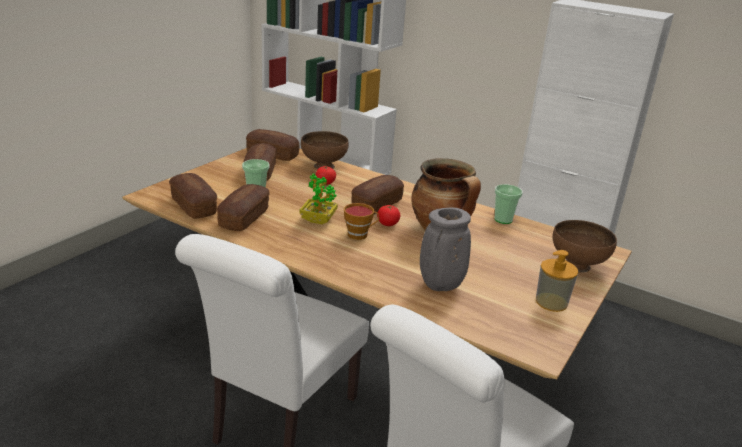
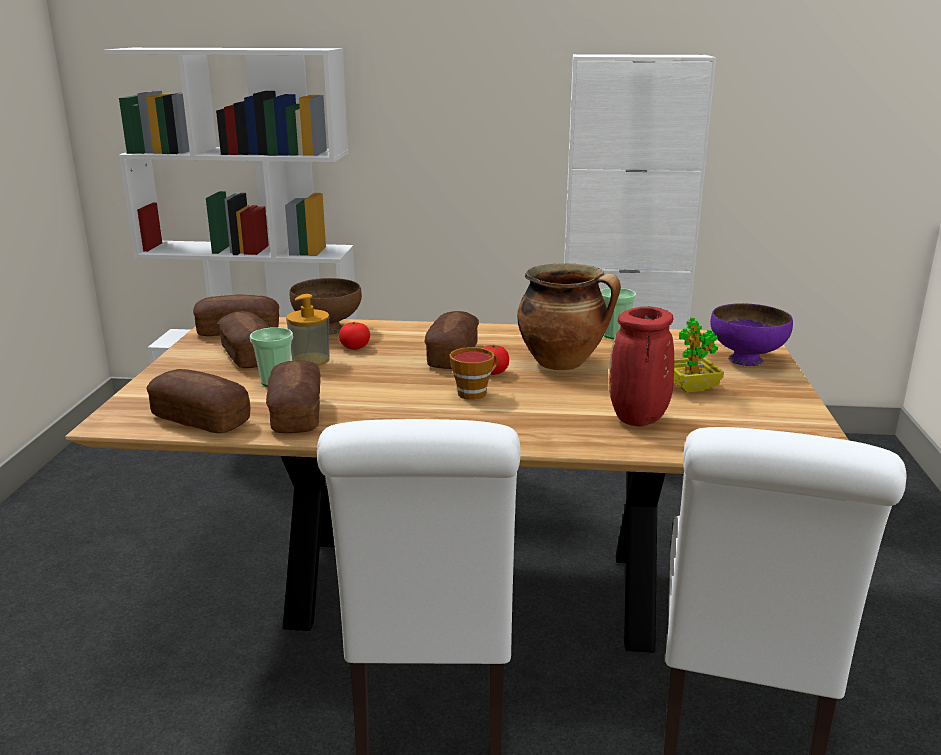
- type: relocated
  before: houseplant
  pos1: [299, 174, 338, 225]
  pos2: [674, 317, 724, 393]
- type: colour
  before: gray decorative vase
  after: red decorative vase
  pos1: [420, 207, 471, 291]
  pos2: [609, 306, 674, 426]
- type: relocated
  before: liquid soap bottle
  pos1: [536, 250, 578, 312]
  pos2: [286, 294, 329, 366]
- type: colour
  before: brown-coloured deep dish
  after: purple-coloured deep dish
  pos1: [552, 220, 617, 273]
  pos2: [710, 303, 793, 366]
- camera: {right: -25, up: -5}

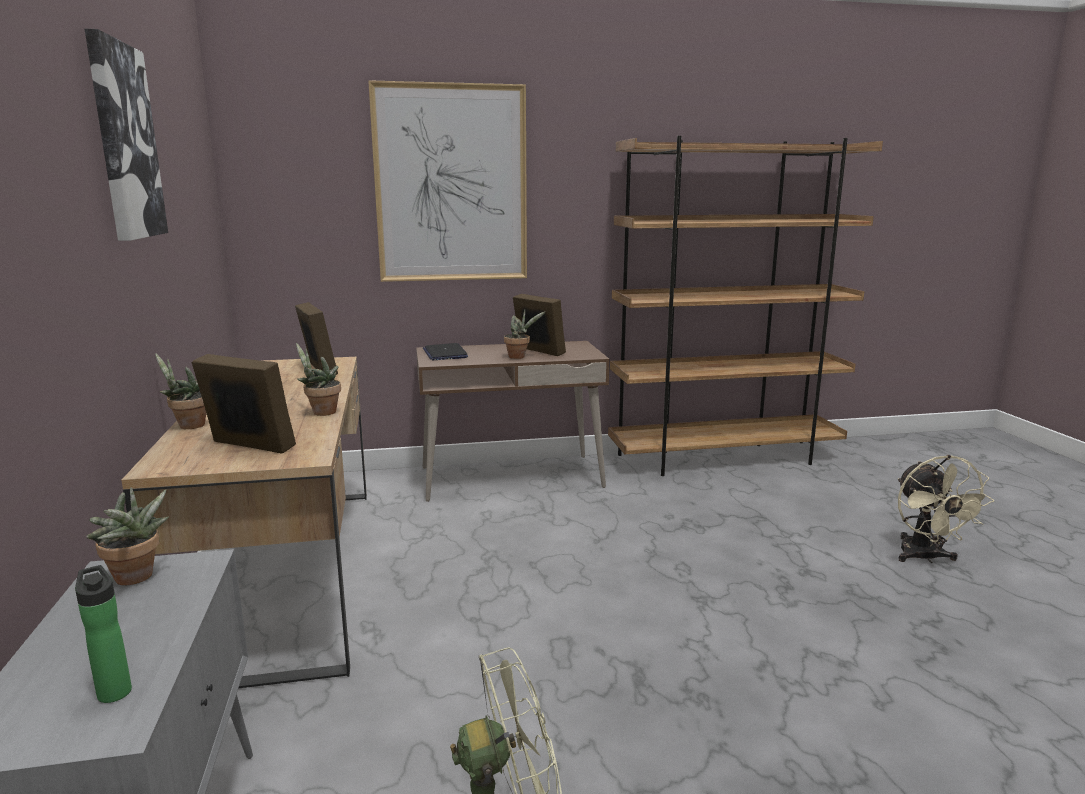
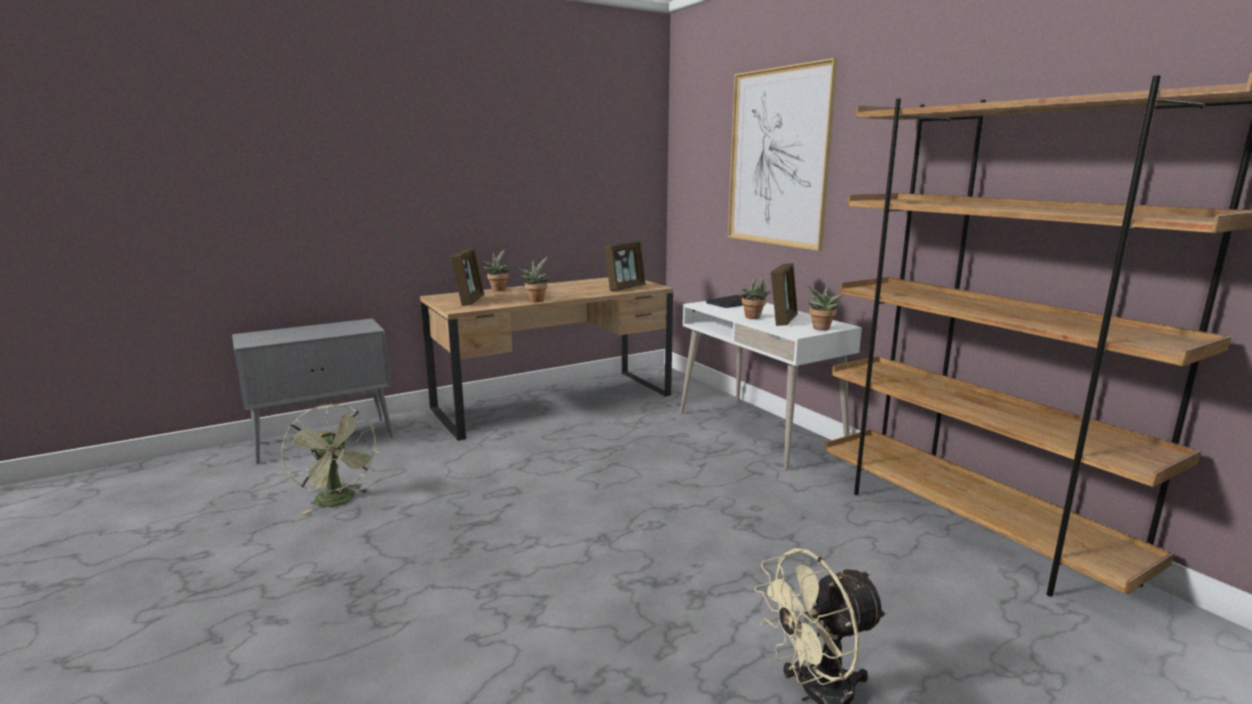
- type: missing
  before: beverage bottle
  pos1: [75, 565, 132, 703]
- type: missing
  before: wall picture
  pos1: [85, 29, 168, 241]
- type: relocated
  before: houseplant
  pos1: [86, 488, 169, 585]
  pos2: [807, 284, 844, 331]
- type: colour
  before: brown-coloured desk table
  after: whitish desk table
  pos1: [416, 341, 610, 502]
  pos2: [680, 301, 862, 470]
- camera: {right: 70, up: 0}

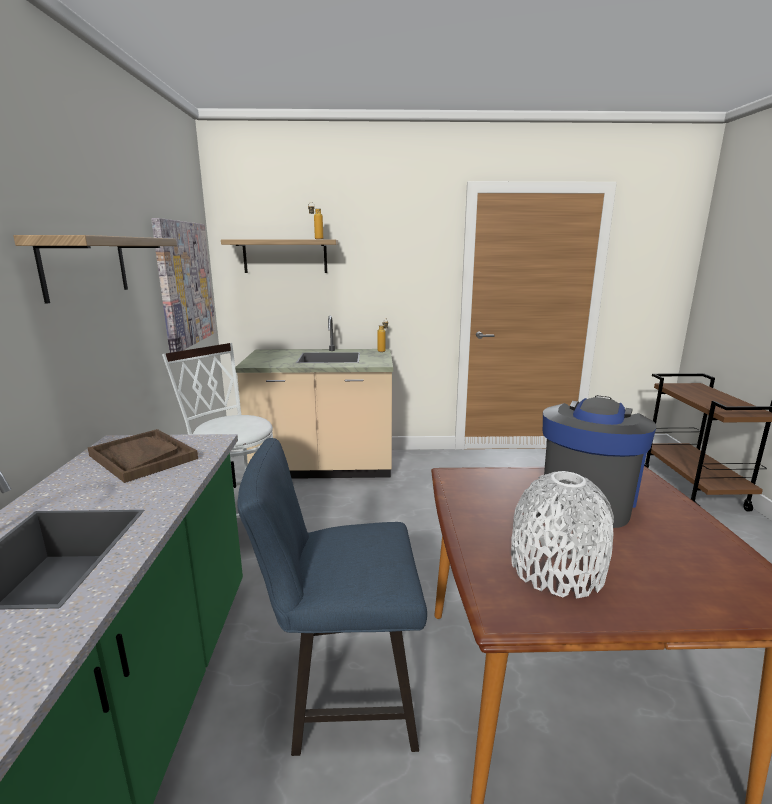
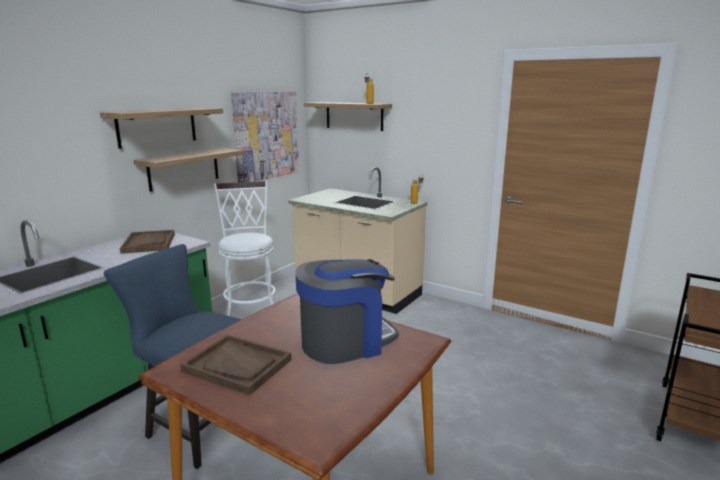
- type: exchanged
  before: whitish decorative vase
  after: brown-coloured serving tray
  pos1: [511, 471, 614, 598]
  pos2: [180, 335, 292, 396]
- type: appeared
  after: wall shelf
  pos2: [134, 148, 245, 192]
- camera: {right: 35, up: 0}

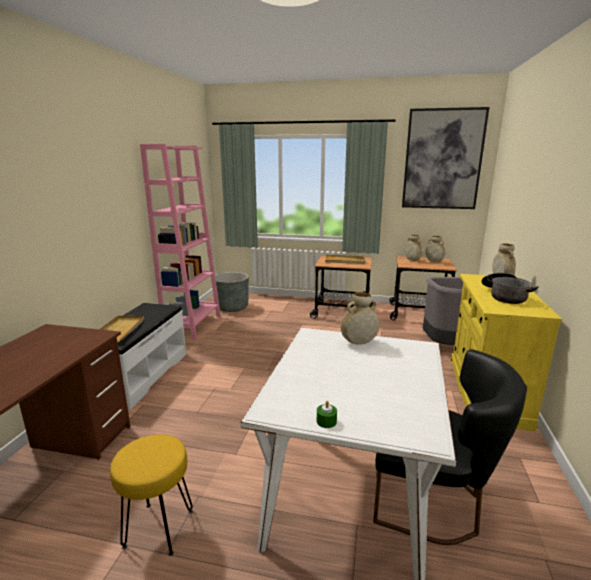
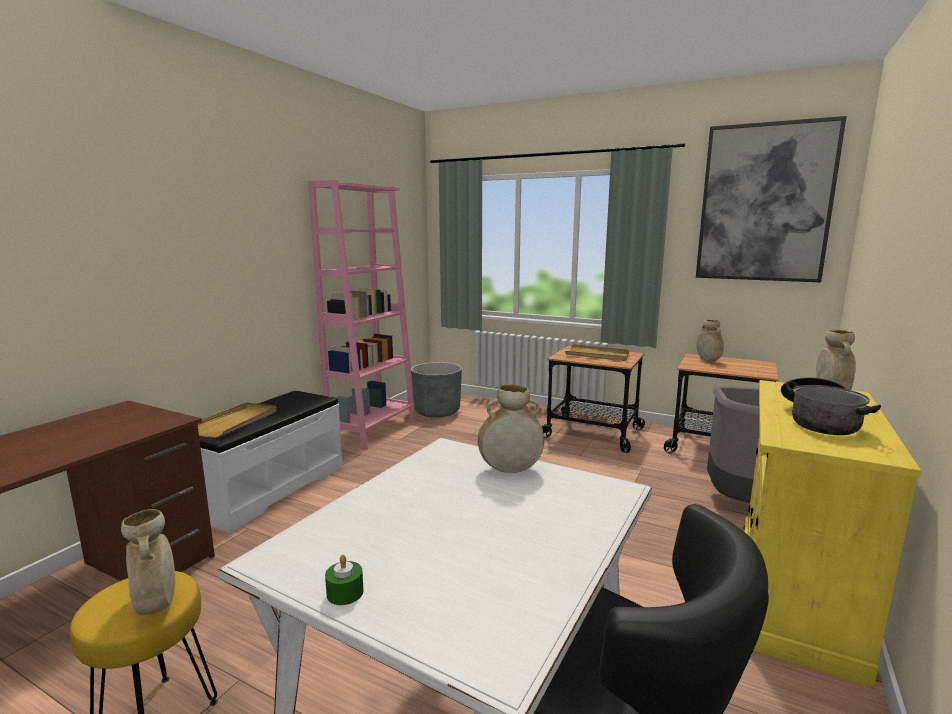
- type: relocated
  before: beige-coloured decorative vase
  pos1: [425, 236, 446, 262]
  pos2: [121, 509, 175, 614]
- camera: {right: 15, up: -5}

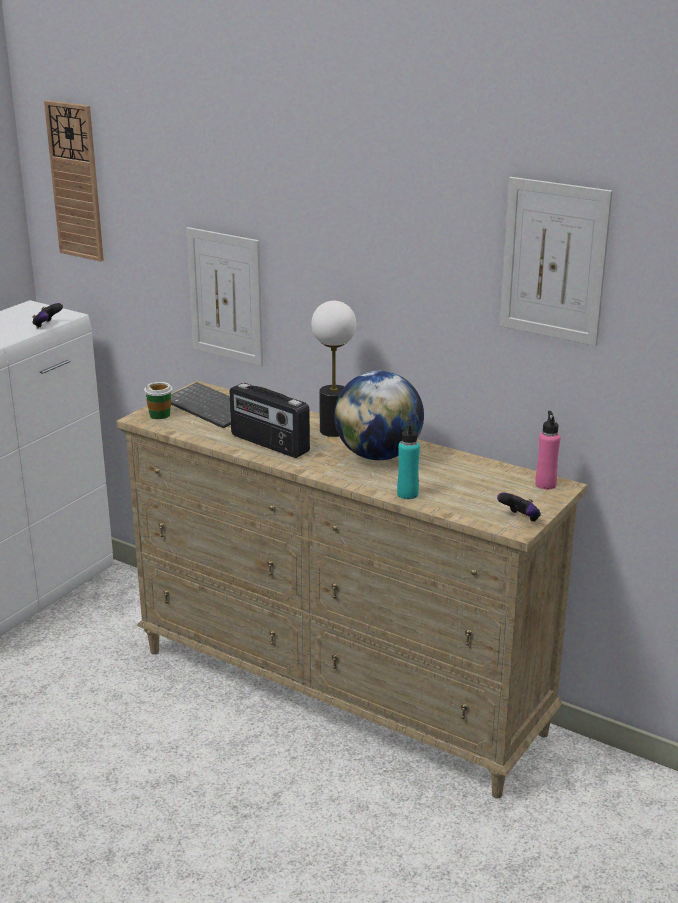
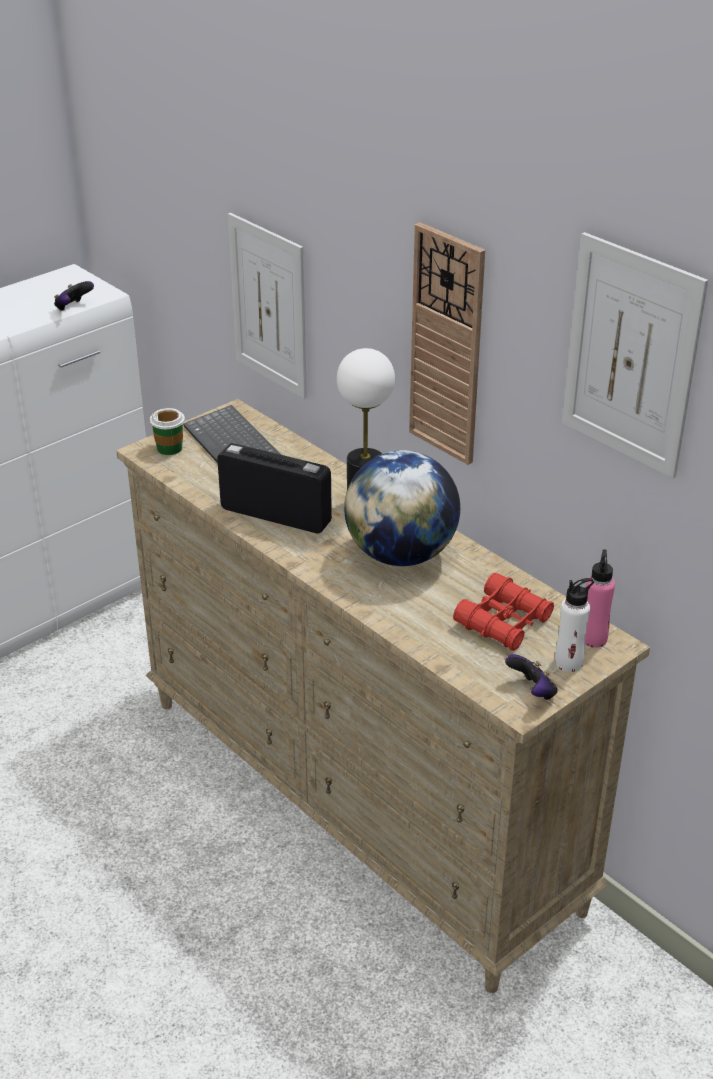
- type: relocated
  before: wall clock
  pos1: [44, 100, 104, 262]
  pos2: [409, 222, 485, 465]
- type: spun
  before: radio set
  pos1: [229, 383, 310, 458]
  pos2: [217, 443, 332, 533]
  turn: 150
- type: missing
  before: turquoise beverage bottle
  pos1: [397, 419, 420, 499]
- type: appeared
  after: red binoculars
  pos2: [453, 573, 554, 651]
- type: appeared
  after: whitish beverage bottle
  pos2: [555, 578, 594, 672]
- camera: {right: 15, up: 10}

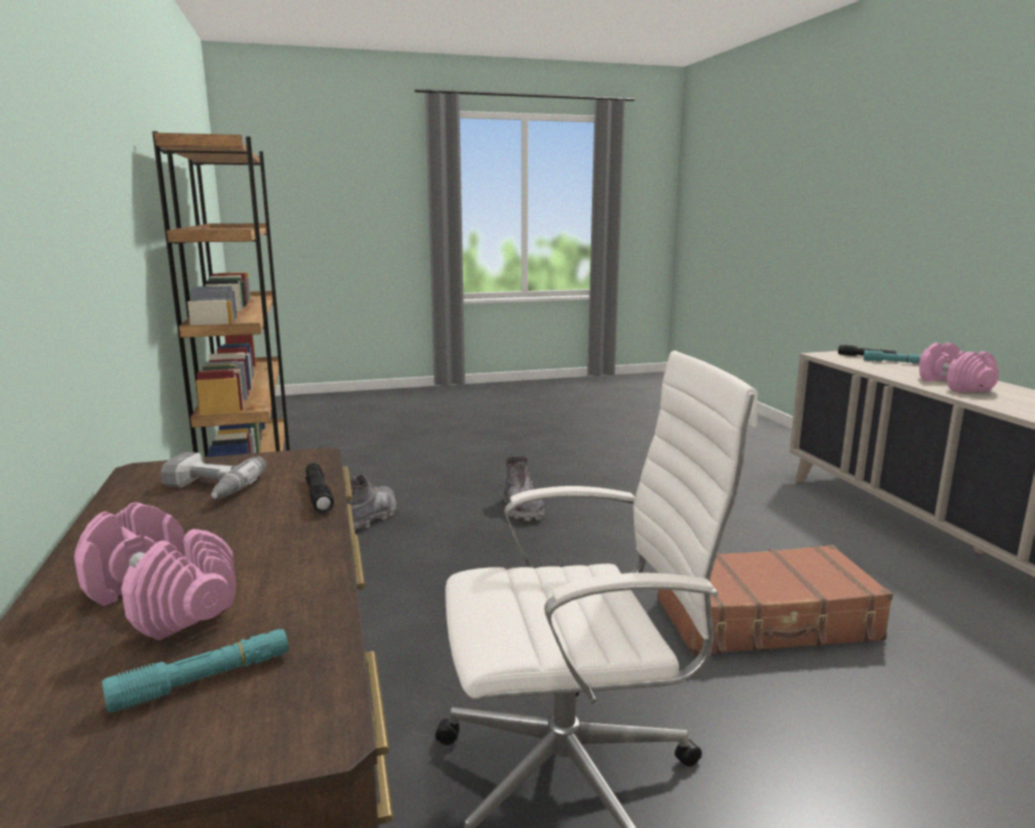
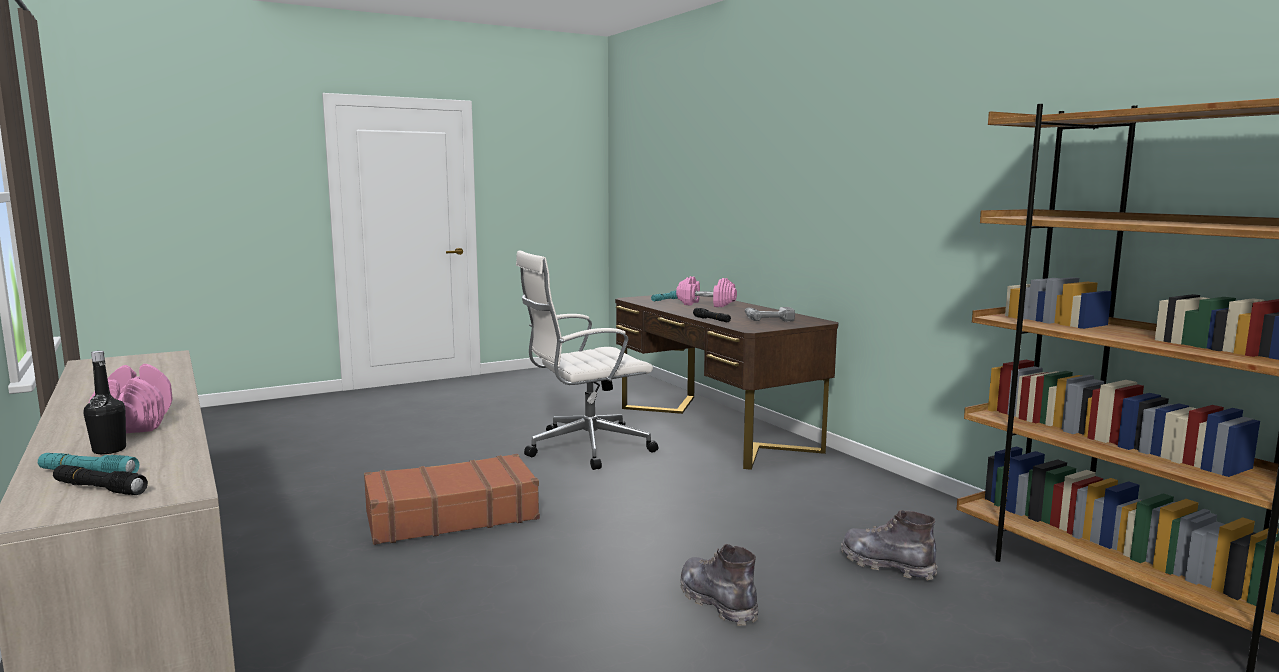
- type: spun
  before: gray high-top boot
  pos1: [344, 474, 396, 529]
  pos2: [841, 510, 938, 581]
  turn: 120
- type: appeared
  after: black beverage bottle
  pos2: [83, 351, 126, 454]
- camera: {right: 165, up: -5}

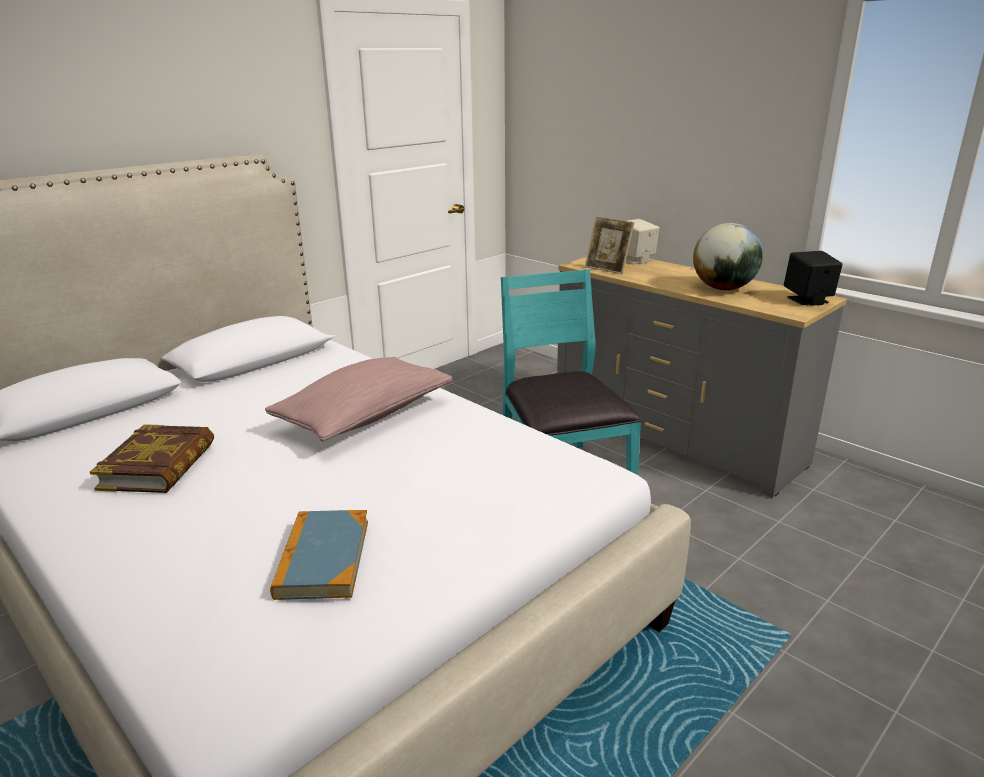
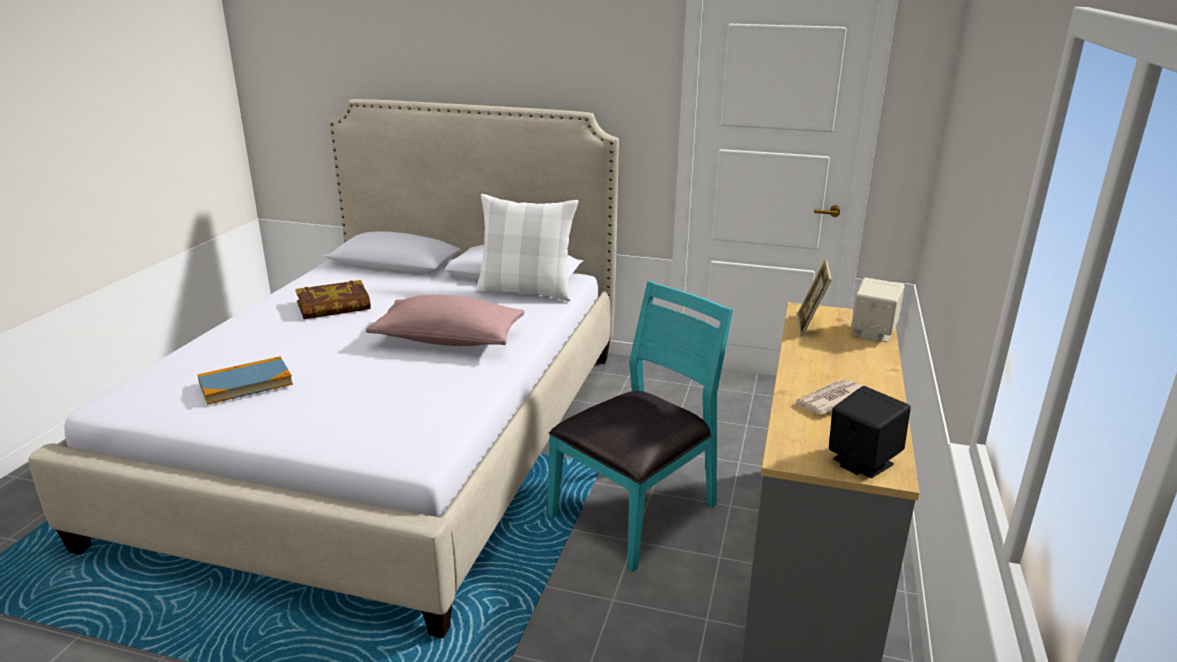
- type: exchanged
  before: world globe
  after: printed paper
  pos1: [693, 223, 763, 290]
  pos2: [793, 380, 862, 415]
- type: appeared
  after: whitish pillow
  pos2: [475, 194, 579, 301]
- camera: {right: 60, up: 0}

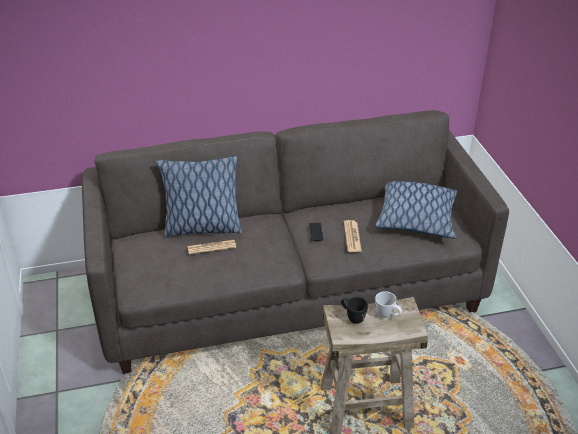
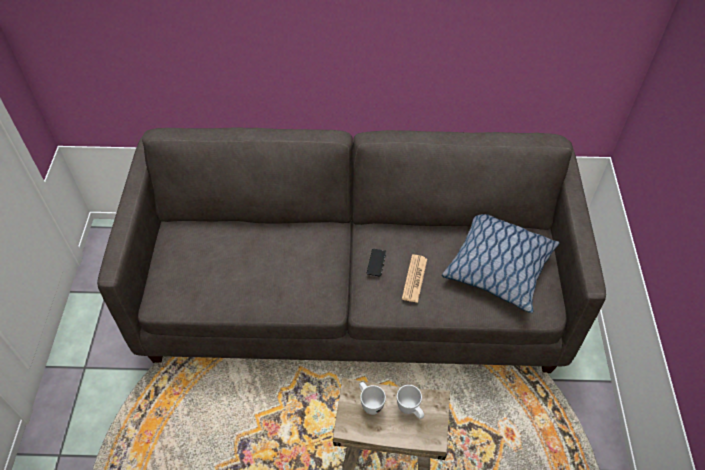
- type: missing
  before: pillow
  pos1: [155, 156, 242, 238]
- type: missing
  before: printed paper
  pos1: [188, 240, 236, 254]
- type: colour
  before: black tea mug
  after: whitish tea mug
  pos1: [341, 297, 368, 324]
  pos2: [359, 382, 386, 415]
- camera: {right: 15, up: 15}

